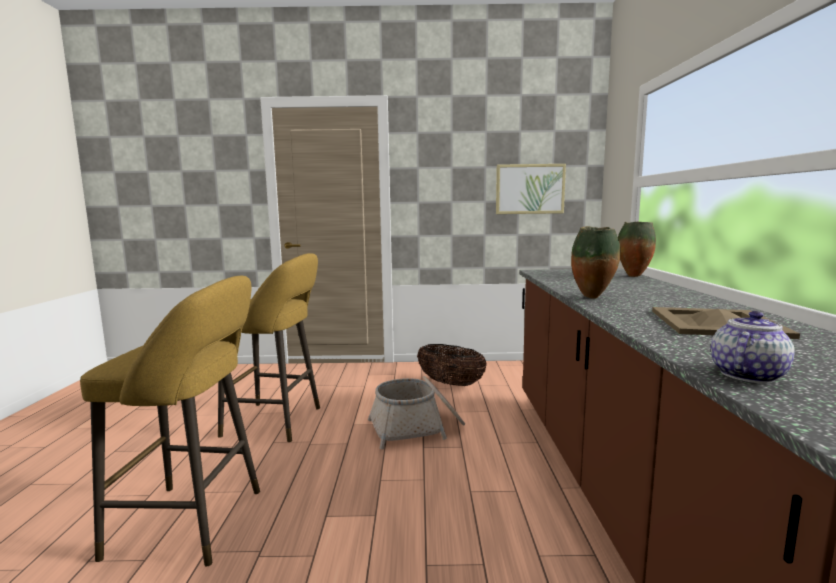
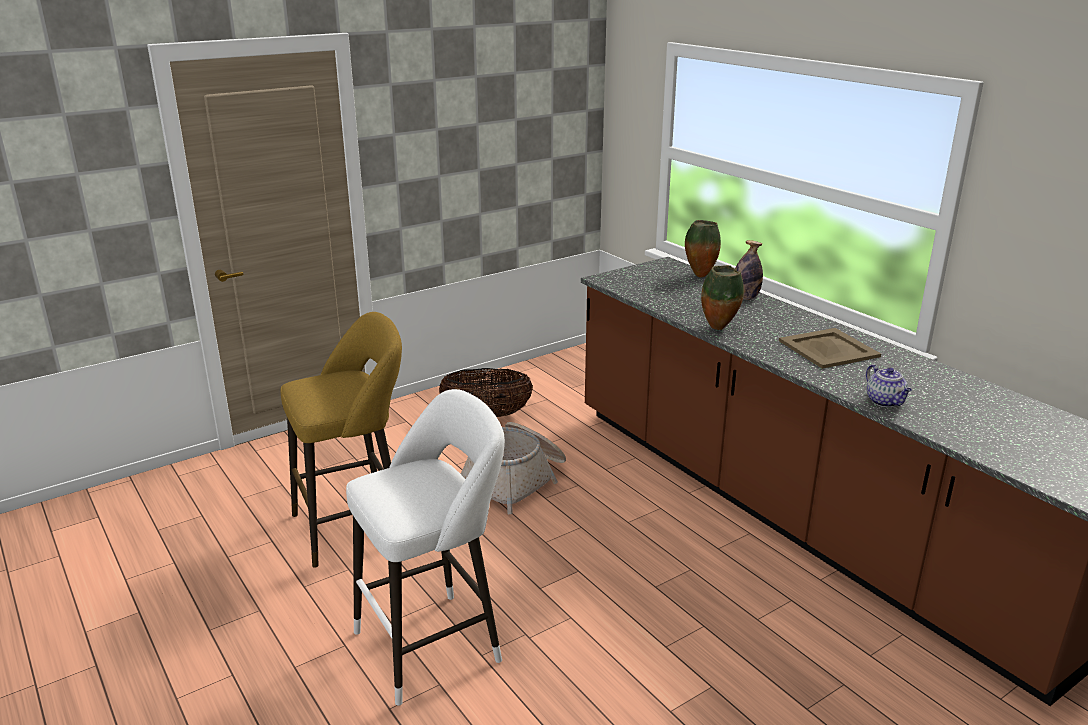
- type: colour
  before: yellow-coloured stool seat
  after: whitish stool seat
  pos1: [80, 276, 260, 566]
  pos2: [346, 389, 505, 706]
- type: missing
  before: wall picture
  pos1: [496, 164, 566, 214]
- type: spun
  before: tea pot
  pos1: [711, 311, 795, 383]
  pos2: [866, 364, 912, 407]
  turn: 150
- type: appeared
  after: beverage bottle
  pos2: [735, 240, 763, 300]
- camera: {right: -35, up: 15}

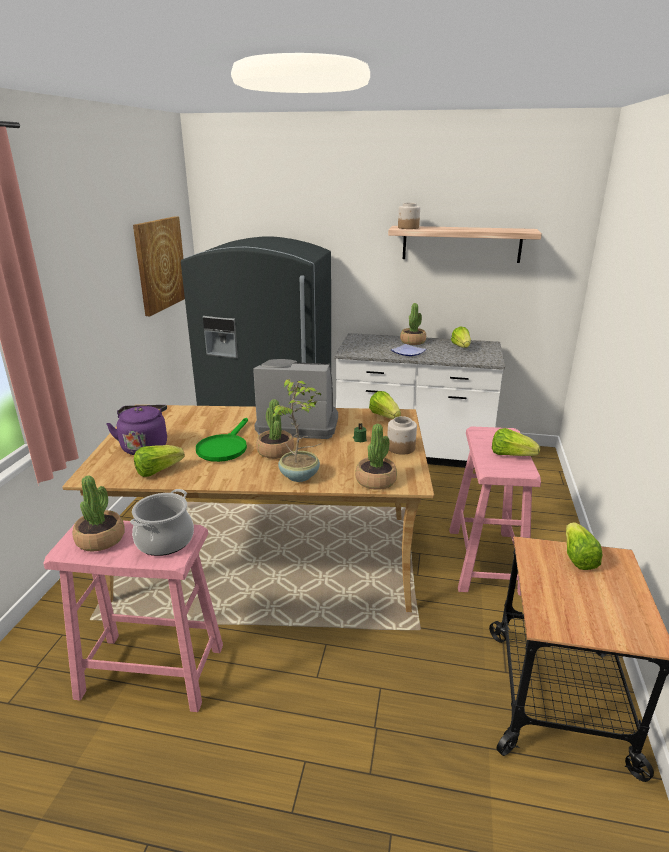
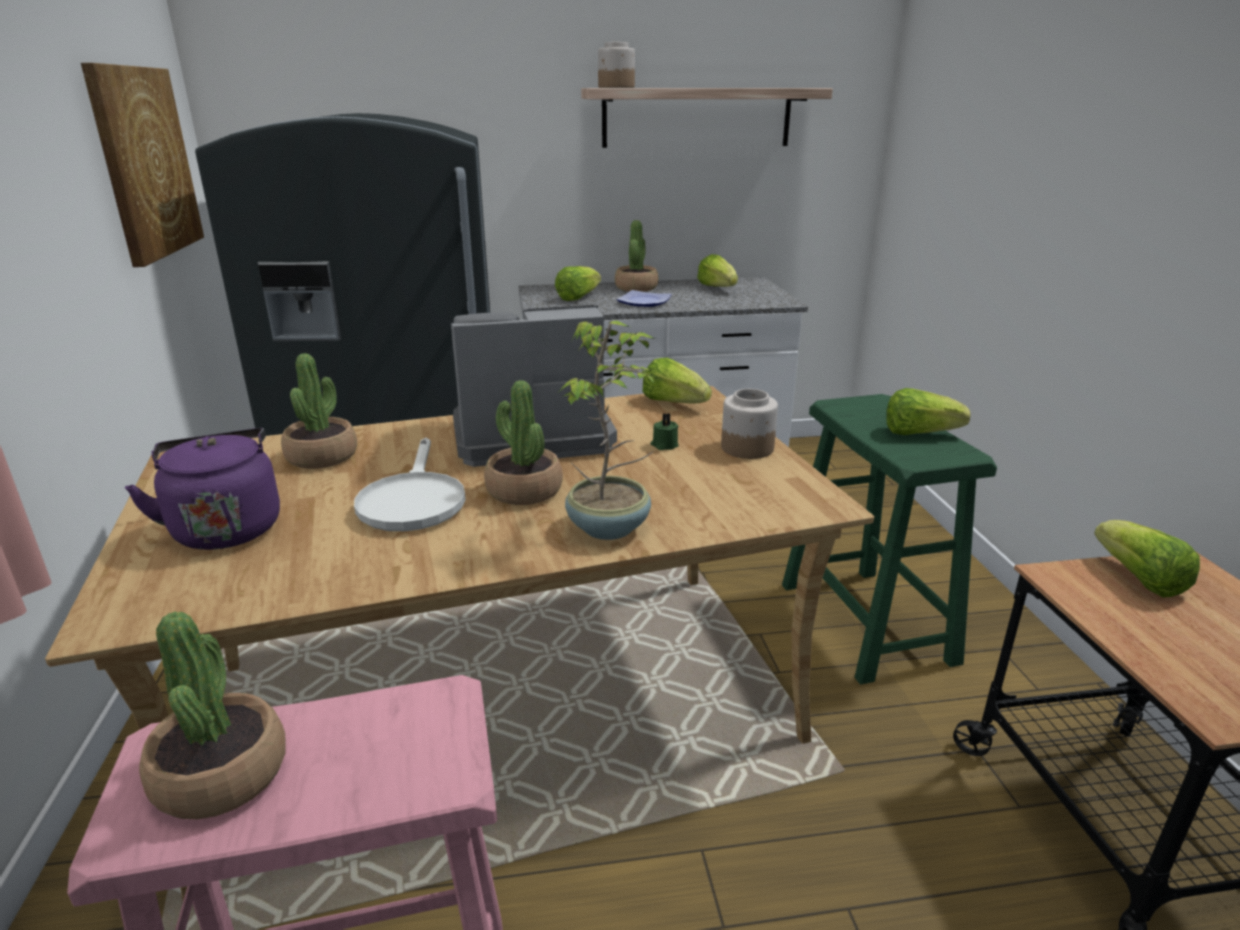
- type: missing
  before: stockpot
  pos1: [130, 489, 194, 556]
- type: relocated
  before: head of lettuce
  pos1: [134, 445, 185, 477]
  pos2: [555, 266, 601, 301]
- type: colour
  before: green-coloured frying pan
  after: whitish frying pan
  pos1: [196, 418, 248, 462]
  pos2: [354, 438, 466, 531]
- type: relocated
  before: houseplant
  pos1: [355, 424, 397, 490]
  pos2: [281, 353, 357, 469]
- type: colour
  before: pinkish stool seat
  after: green-coloured stool seat
  pos1: [449, 426, 541, 596]
  pos2: [782, 394, 997, 685]
- camera: {right: -20, up: 0}

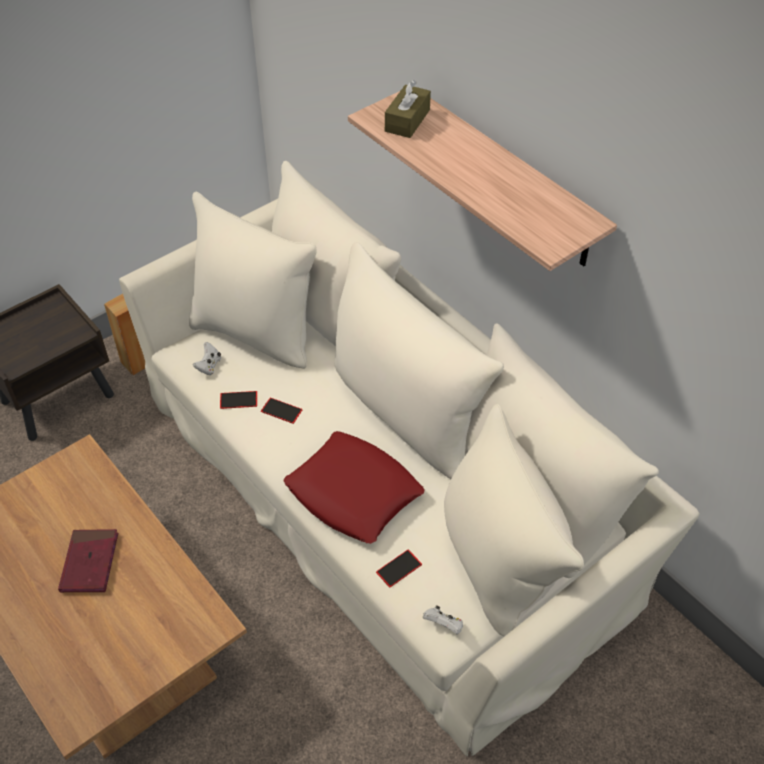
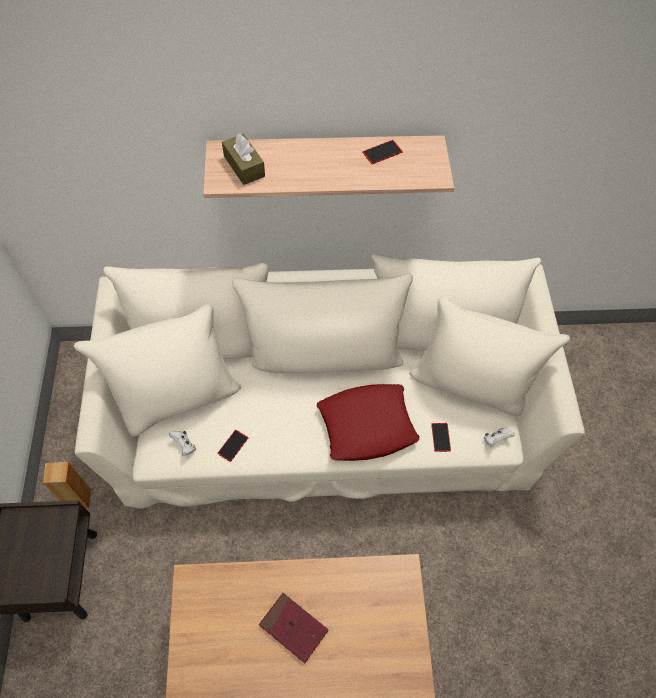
- type: relocated
  before: telephone
  pos1: [261, 398, 302, 424]
  pos2: [362, 140, 403, 164]
- camera: {right: -55, up: 10}

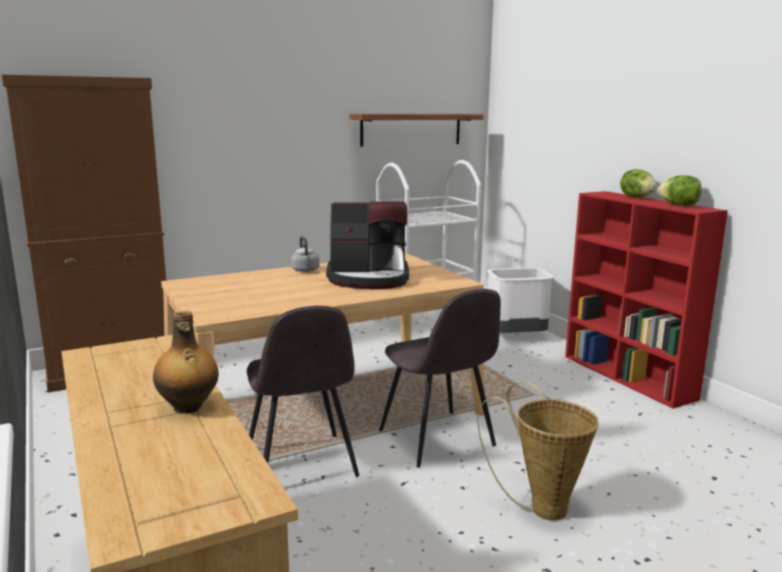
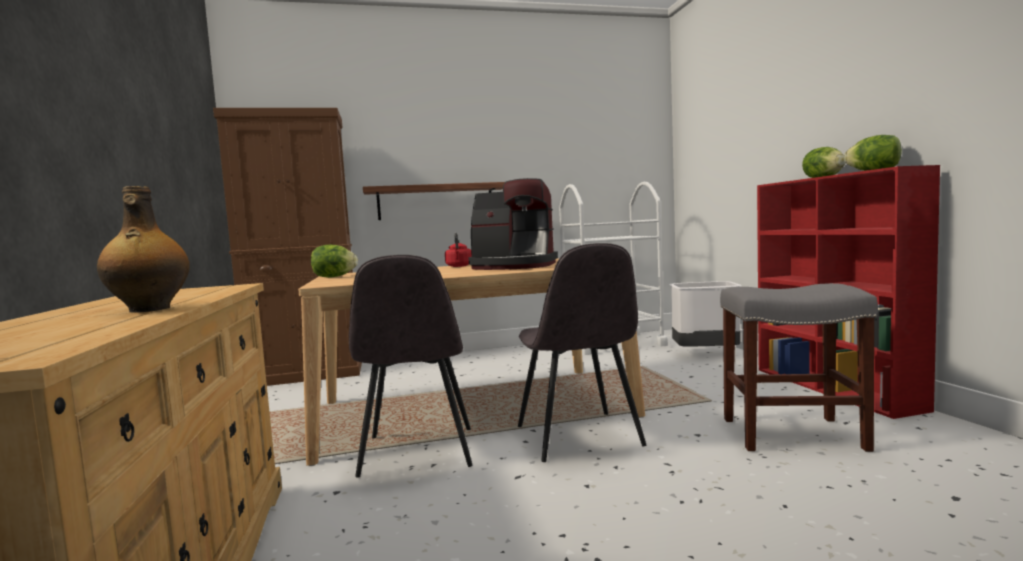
- type: colour
  before: gray kettle
  after: red kettle
  pos1: [291, 236, 319, 272]
  pos2: [445, 232, 472, 267]
- type: relocated
  before: wall shelf
  pos1: [349, 114, 484, 147]
  pos2: [363, 182, 505, 220]
- type: missing
  before: storage basket
  pos1: [477, 382, 599, 520]
- type: appeared
  after: head of lettuce
  pos2: [311, 245, 358, 278]
- type: appeared
  after: gray stool seat
  pos2: [720, 283, 878, 452]
- camera: {right: 15, up: -10}

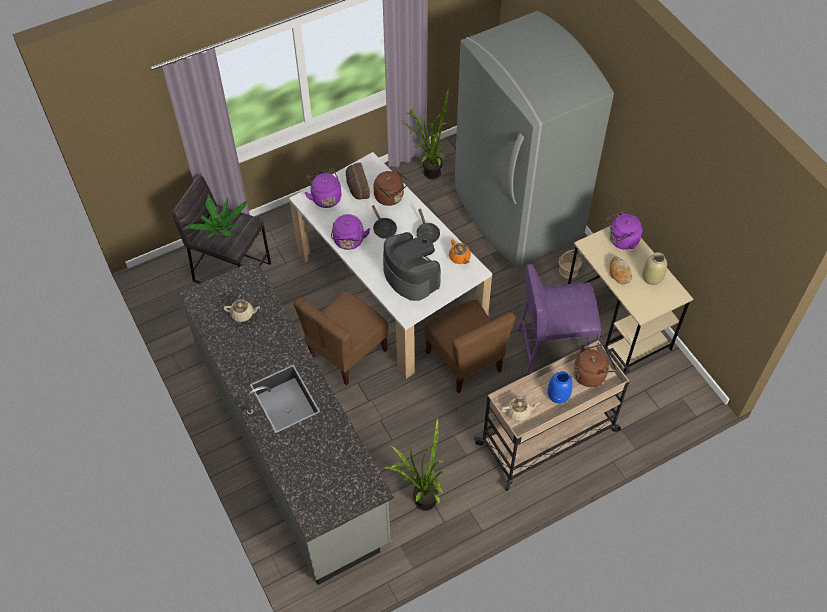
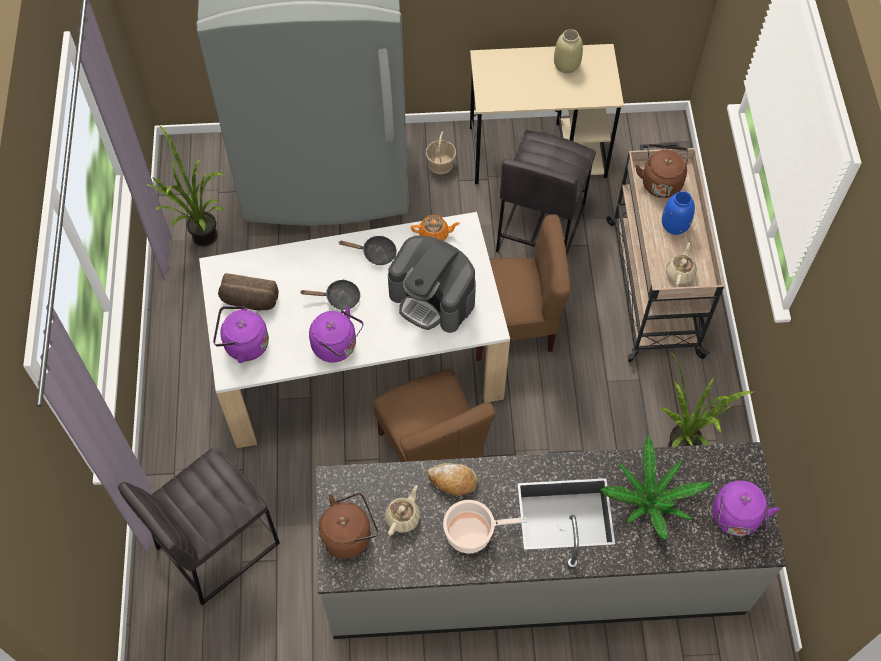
- type: relocated
  before: houseplant
  pos1: [186, 194, 247, 238]
  pos2: [600, 436, 712, 540]
- type: relocated
  before: brown-coloured kettle
  pos1: [373, 171, 410, 206]
  pos2: [319, 493, 378, 559]
- type: spun
  before: coffee brewer
  pos1: [383, 232, 441, 301]
  pos2: [388, 236, 476, 333]
  turn: -135
- type: colour
  before: purple-coloured stool seat
  after: gray stool seat
  pos1: [518, 264, 601, 375]
  pos2: [496, 130, 596, 255]
- type: relocated
  before: purple-coloured kettle
  pos1: [607, 212, 643, 250]
  pos2: [712, 481, 780, 536]
- type: relocated
  before: bread
  pos1: [610, 256, 632, 284]
  pos2: [427, 463, 478, 496]
- type: appeared
  after: stockpot
  pos2: [443, 500, 527, 553]
- camera: {right: -65, up: 5}

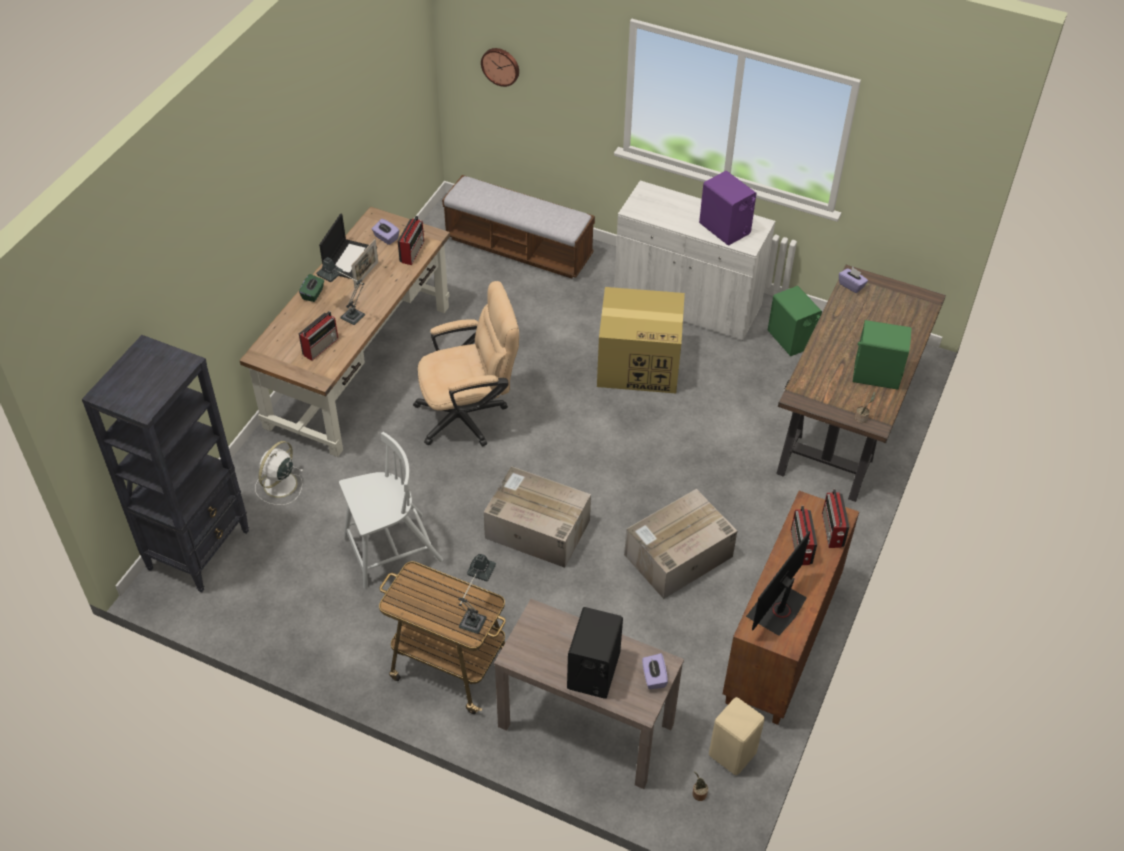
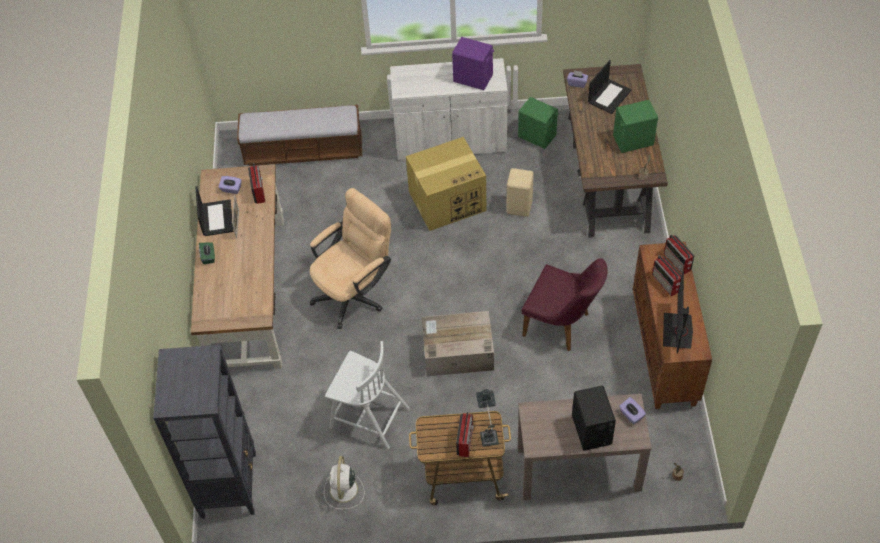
- type: relocated
  before: whitish cooling fan
  pos1: [255, 441, 304, 505]
  pos2: [324, 456, 365, 509]
- type: relocated
  before: radio set
  pos1: [299, 311, 338, 361]
  pos2: [456, 411, 474, 457]
- type: missing
  before: table lamp
  pos1: [316, 257, 365, 325]
- type: spun
  before: whitish upright chair
  pos1: [339, 432, 443, 588]
  pos2: [325, 341, 410, 450]
  turn: 75
- type: missing
  before: wall clock
  pos1: [481, 48, 519, 87]
- type: exchanged
  before: cardboard box
  after: purple-coloured upright chair
  pos1: [624, 489, 737, 599]
  pos2: [521, 258, 608, 351]
- type: relocated
  before: beige-coloured stool seat
  pos1: [709, 697, 765, 775]
  pos2: [507, 168, 534, 217]
- type: appeared
  after: laptop
  pos2: [588, 60, 632, 114]
- camera: {right: -25, up: 5}

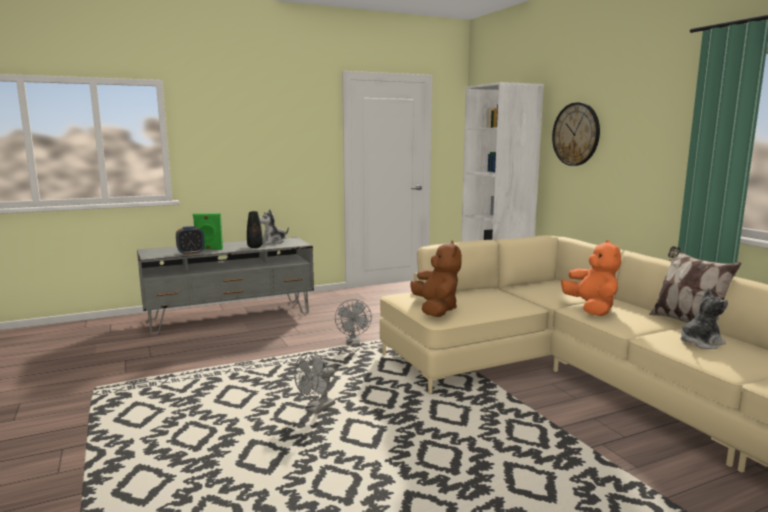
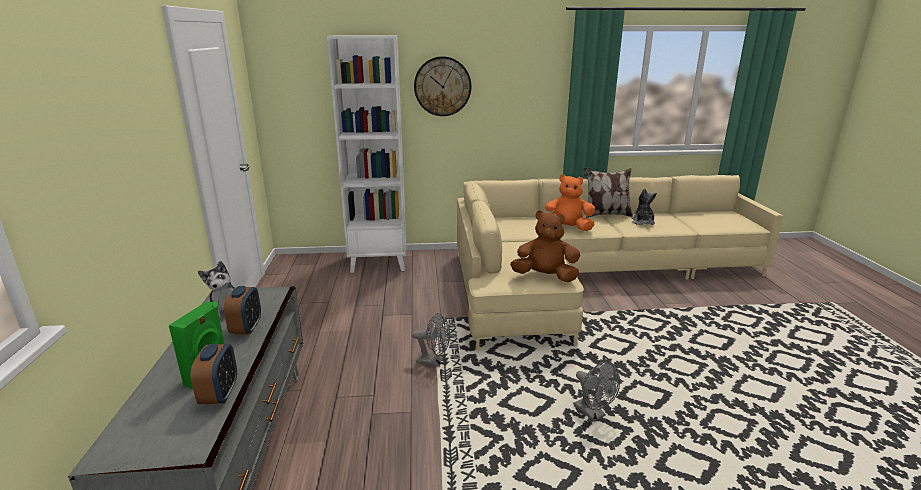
- type: exchanged
  before: black decorative vase
  after: table clock
  pos1: [247, 211, 263, 248]
  pos2: [224, 286, 261, 335]
- camera: {right: -70, up: 10}

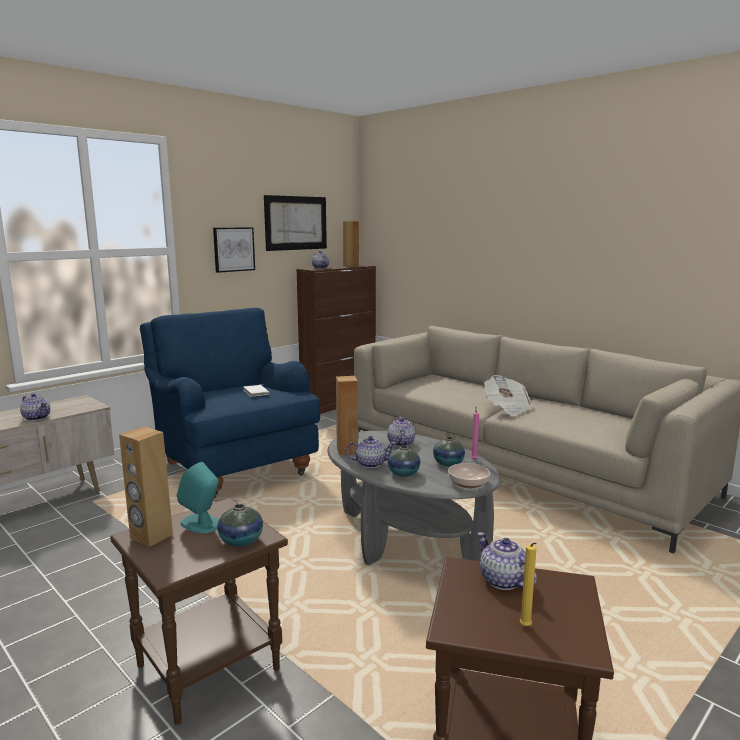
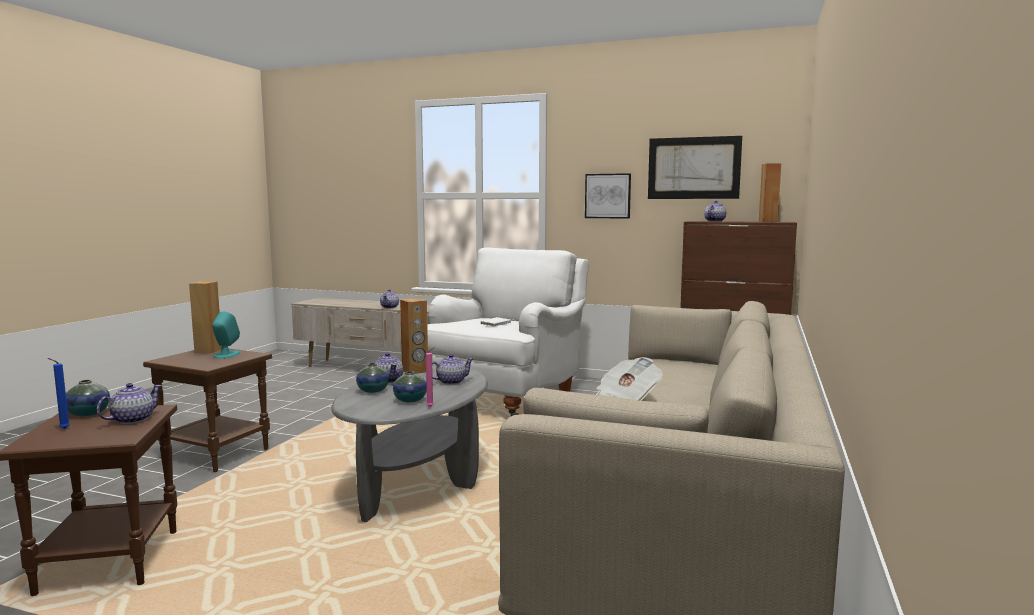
- type: colour
  before: bluish easy chair
  after: whitish easy chair
  pos1: [140, 308, 320, 498]
  pos2: [427, 247, 589, 416]
- type: relocated
  before: decorative vase
  pos1: [217, 504, 263, 547]
  pos2: [66, 380, 110, 416]
- type: missing
  before: deep dish
  pos1: [448, 463, 490, 488]
- type: colour
  before: yellow-coloured wax candle
  after: bluish wax candle
  pos1: [520, 543, 537, 627]
  pos2: [48, 358, 70, 429]
- camera: {right: 65, up: -5}

